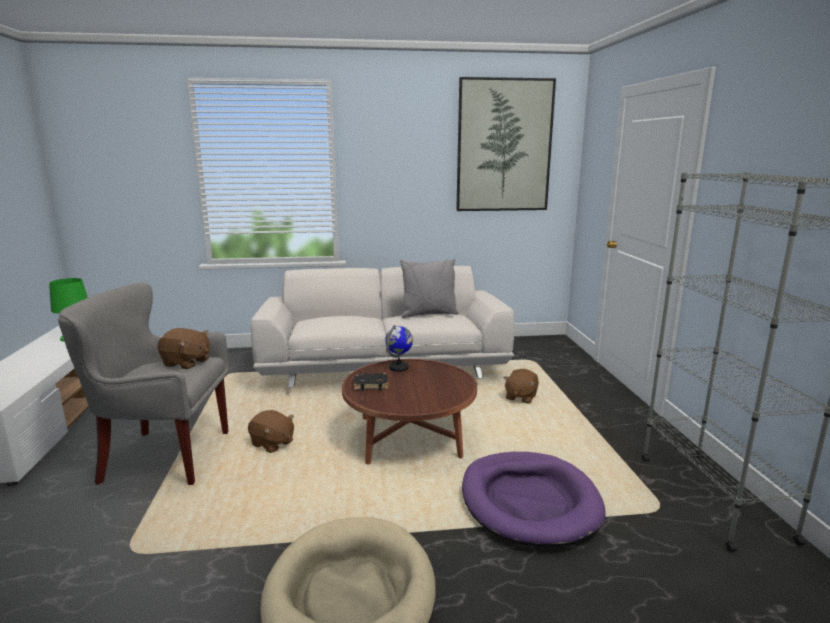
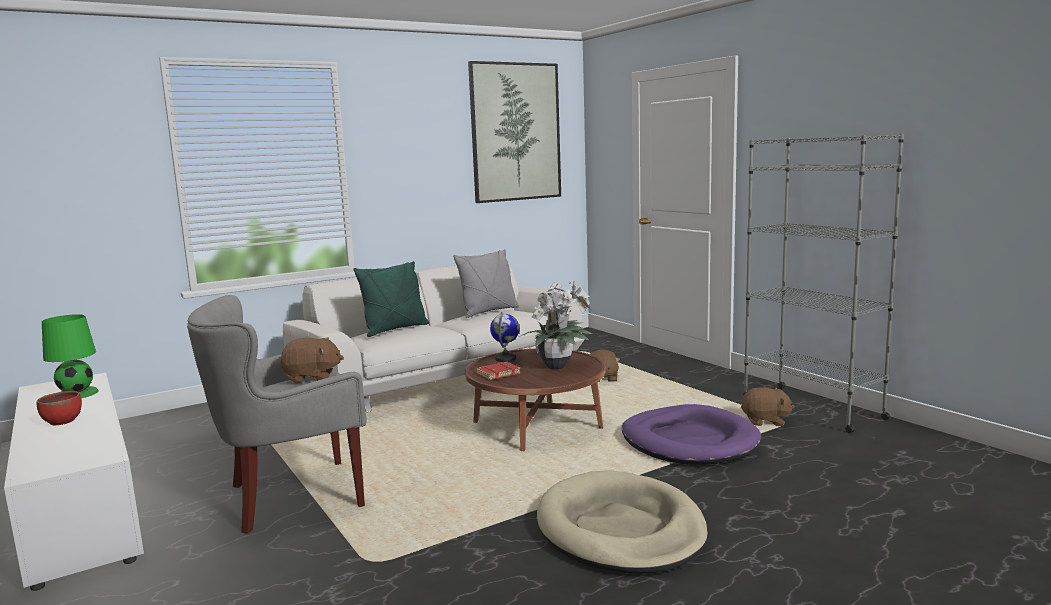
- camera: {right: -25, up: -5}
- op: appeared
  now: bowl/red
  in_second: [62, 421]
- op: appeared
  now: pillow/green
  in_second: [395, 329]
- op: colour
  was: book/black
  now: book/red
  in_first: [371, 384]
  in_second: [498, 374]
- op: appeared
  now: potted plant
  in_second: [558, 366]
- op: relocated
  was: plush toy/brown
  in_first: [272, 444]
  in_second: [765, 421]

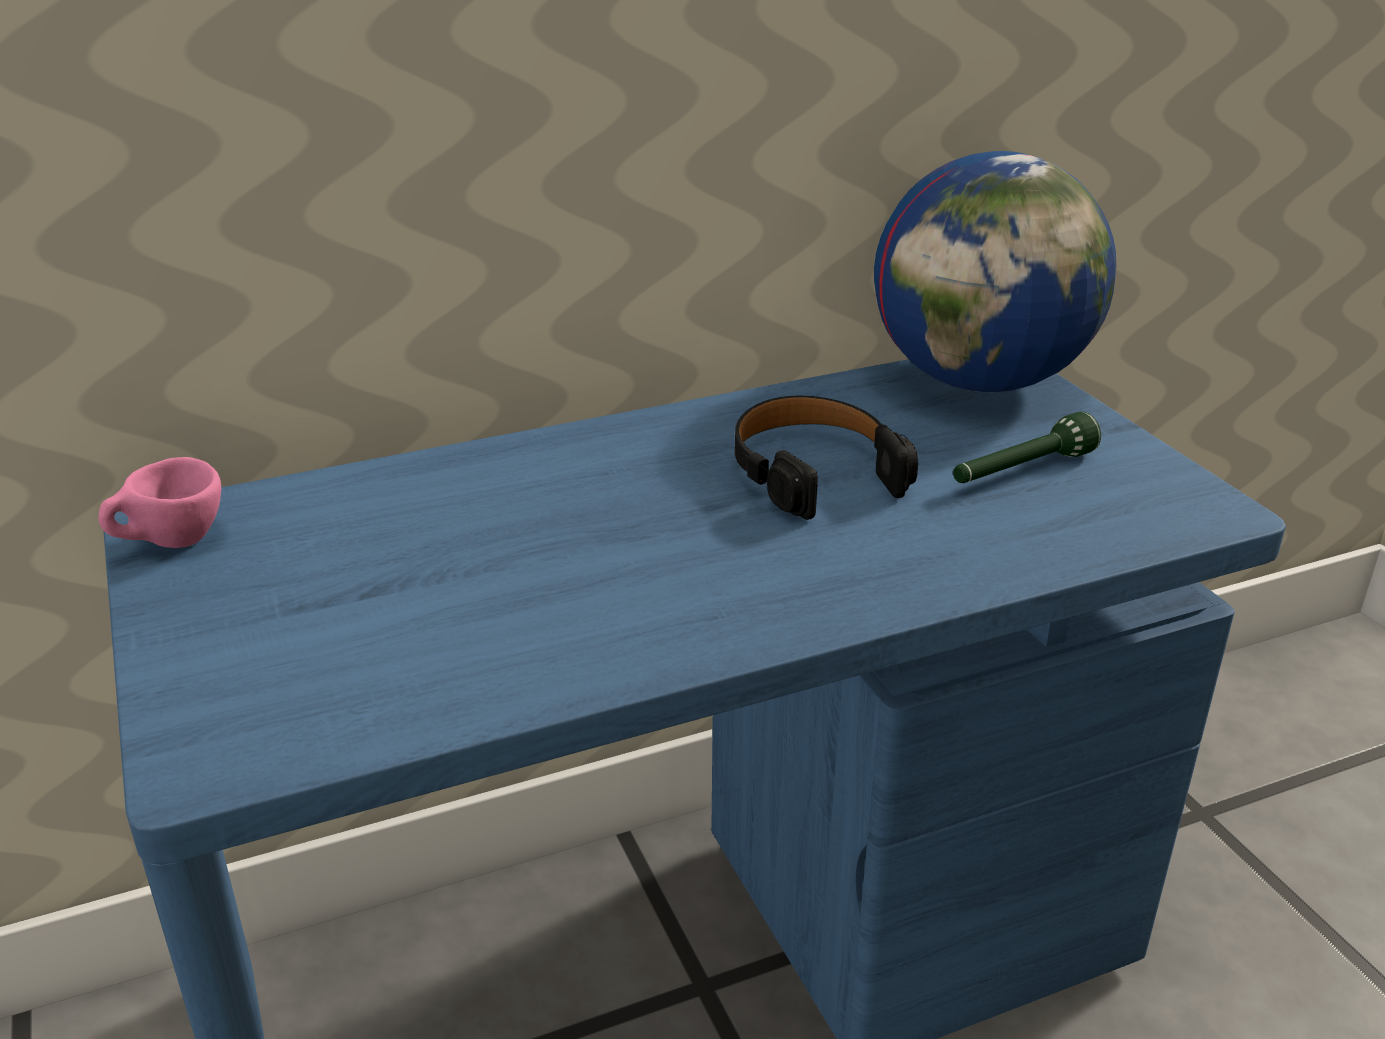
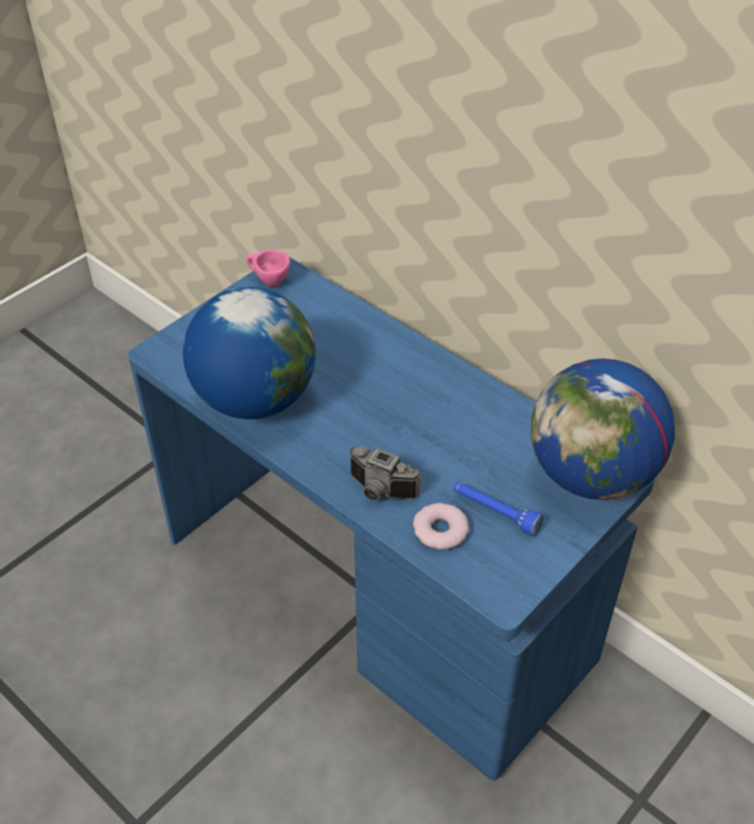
- camera: {right: 65, up: 15}
- op: appeared
  now: globe
  in_second: [255, 399]
- op: appeared
  now: photo camera
  in_second: [379, 491]
- op: appeared
  now: donut
  in_second: [440, 530]
- op: colour
  was: flashlight/green
  now: flashlight/blue
  in_first: [1021, 471]
  in_second: [494, 513]
- op: missing
  was: headphones/black
  in_first: [814, 472]

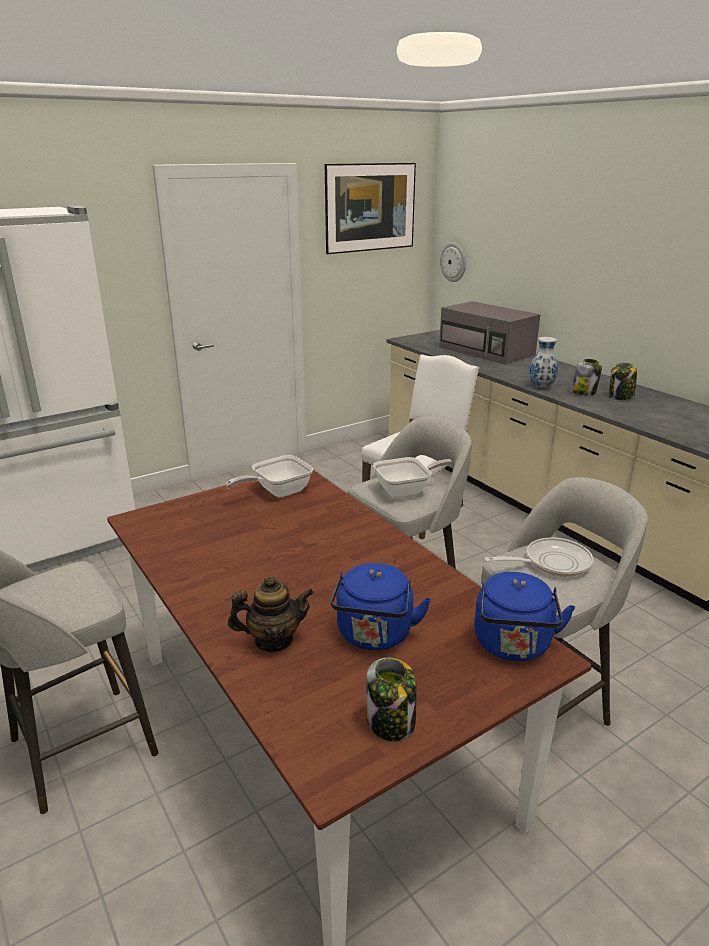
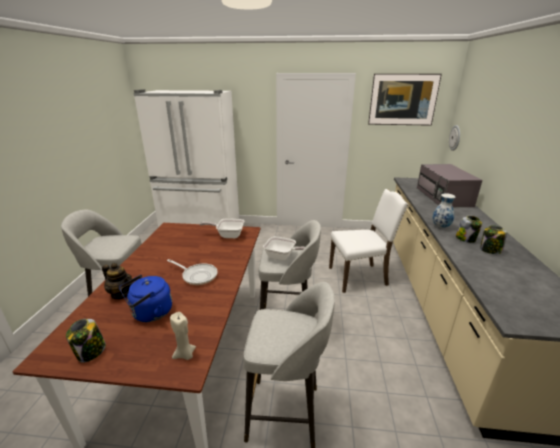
- camera: {right: 40, up: 0}
- op: relocated
  was: frying pan
  in_first: [551, 563]
  in_second: [197, 276]
- op: exchanged
  was: kettle/blue
  now: candle/beige
  in_first: [513, 646]
  in_second: [185, 355]

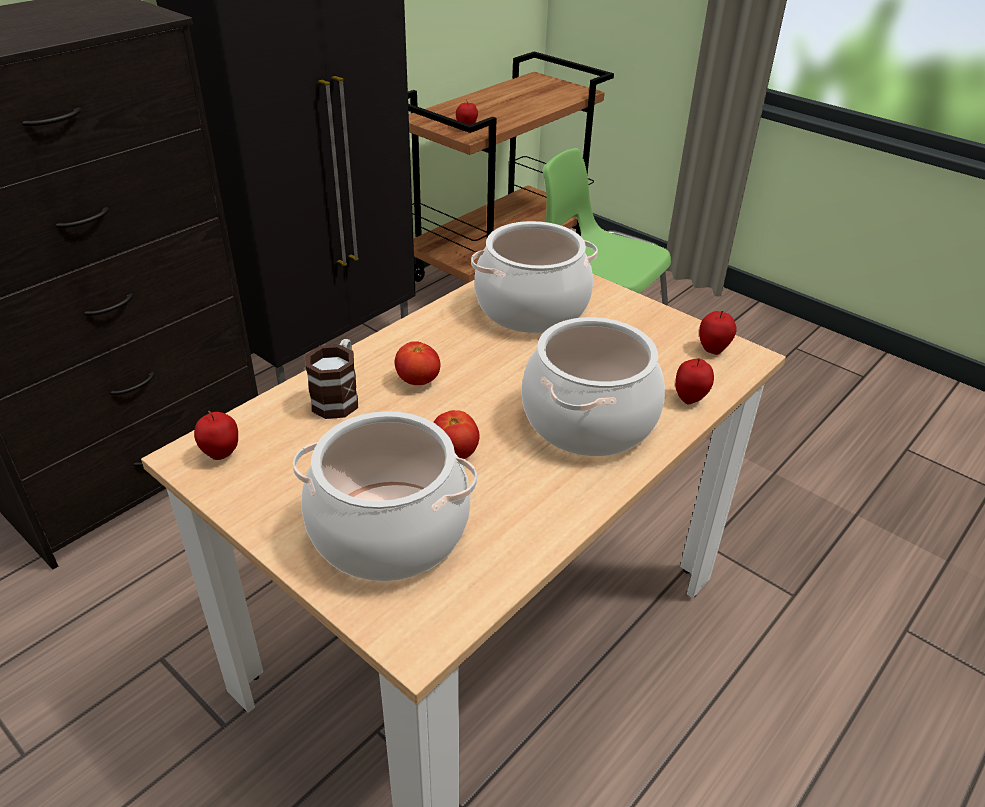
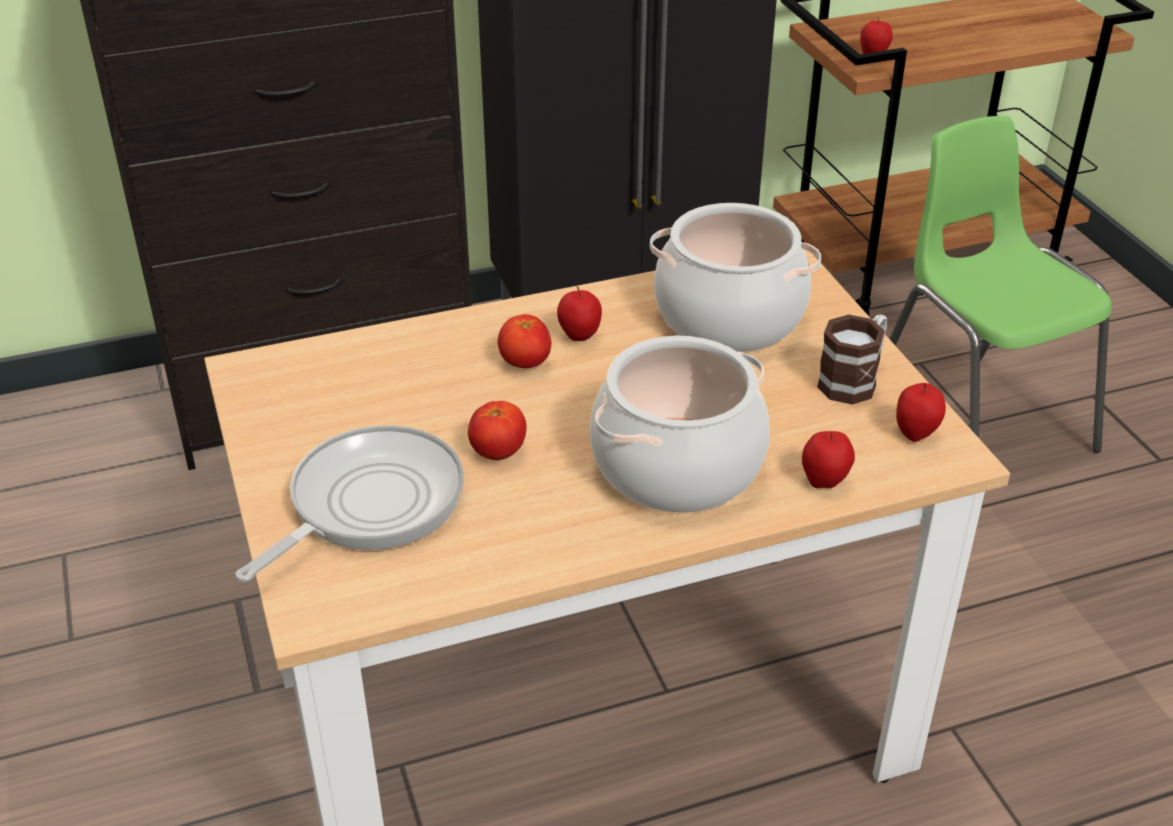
- camera: {right: 30, up: 0}
- op: exchanged
  was: cooking pot
  now: frying pan
  in_first: [388, 531]
  in_second: [369, 504]
- op: relocated
  was: apple
  in_first: [221, 455]
  in_second: [579, 337]
- op: relocated
  was: mug
  in_first: [339, 397]
  in_second: [854, 380]

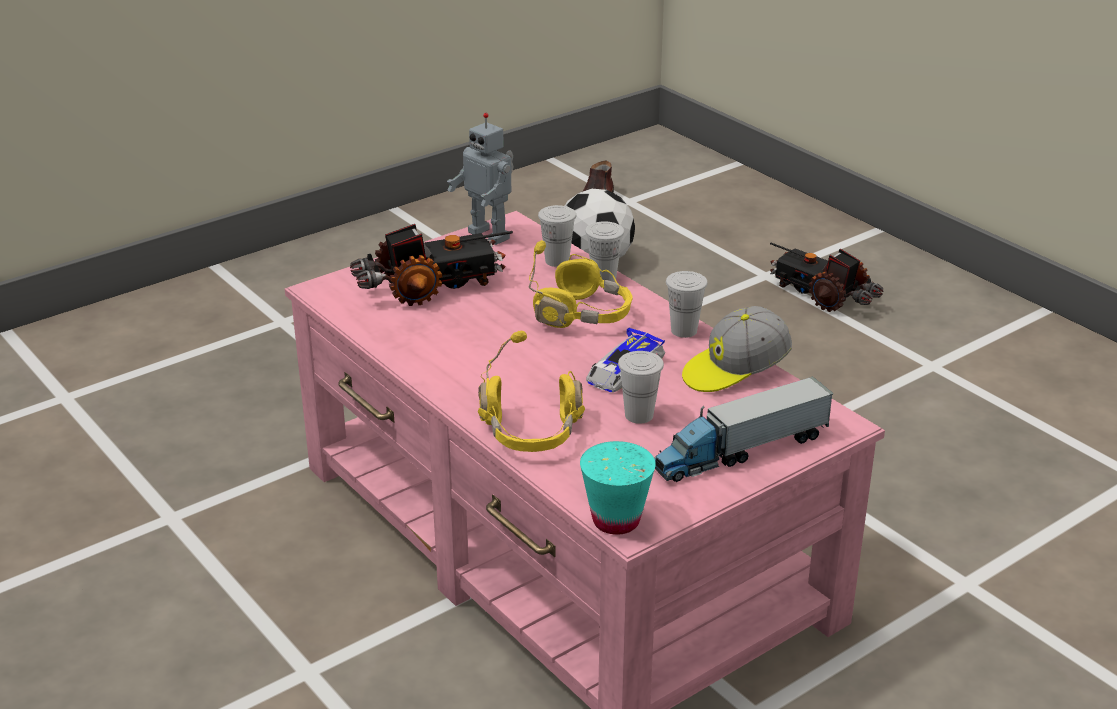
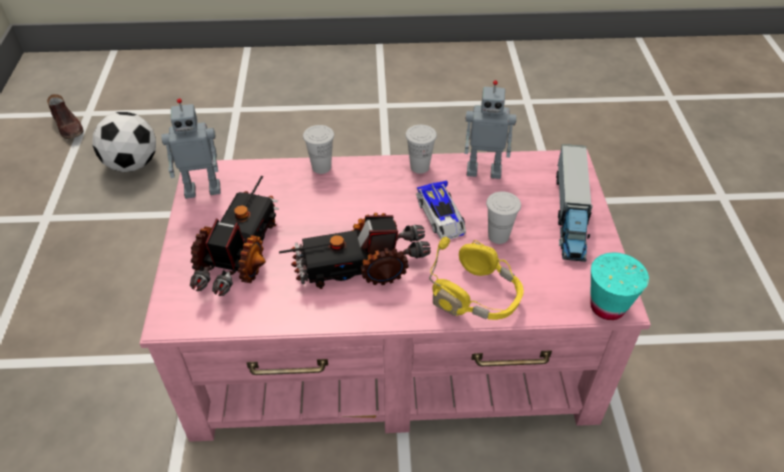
- camera: {right: -55, up: 15}
- op: relocated
  was: toy truck
  in_first: [822, 295]
  in_second: [359, 266]
- op: exchanged
  was: cap
  now: toy robot
  in_first: [735, 371]
  in_second: [484, 171]
- op: missing
  was: headphones/yellow
  in_first: [583, 315]
- op: missing
  was: cup/white
  in_first: [557, 261]

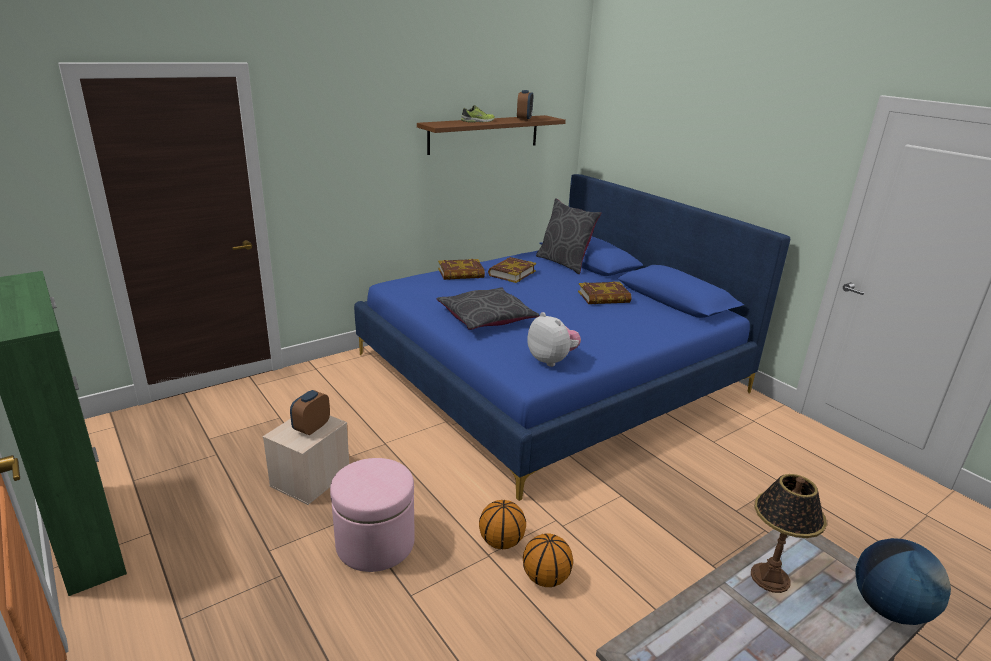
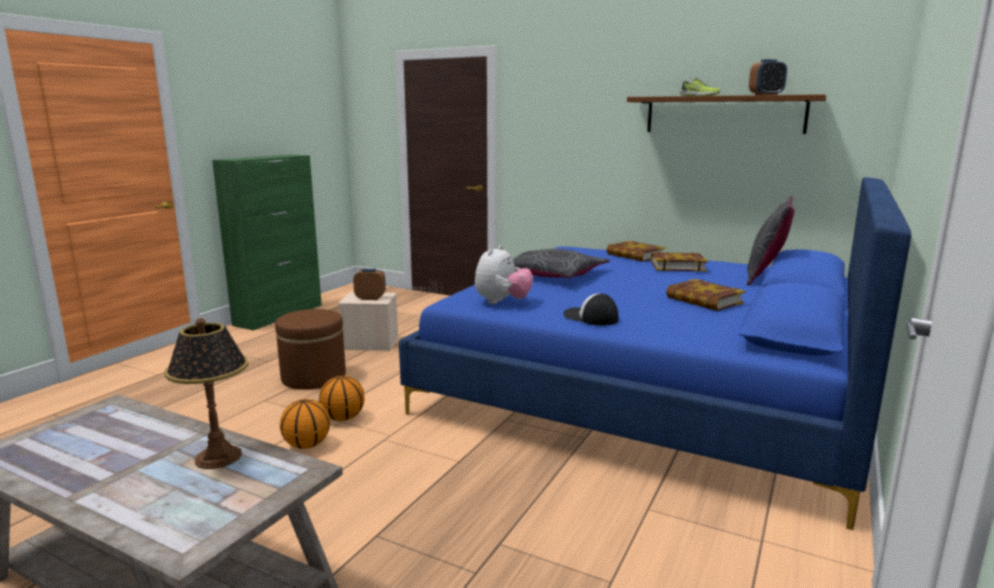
- camera: {right: 65, up: -10}
- op: colour
  was: ottoman/pink
  now: ottoman/brown
  in_first: [375, 543]
  in_second: [313, 377]
- op: appeared
  now: cap
  in_second: [590, 317]
- op: missing
  was: globe
  in_first: [889, 609]

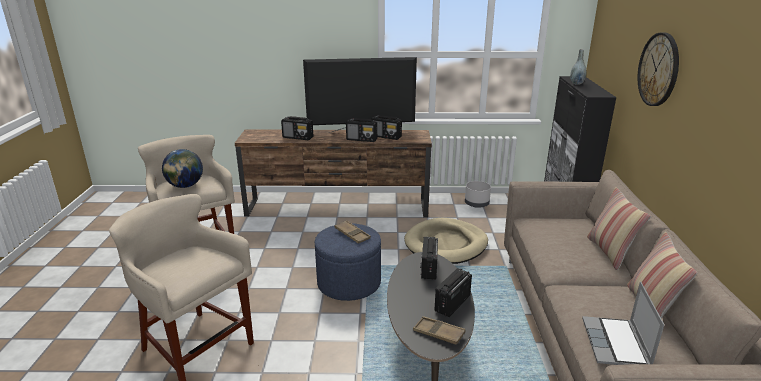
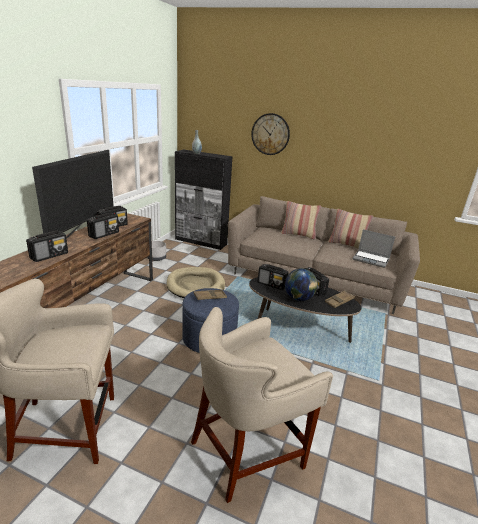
- camera: {right: -70, up: 0}
- op: relocated
  was: globe
  in_first: [185, 186]
  in_second: [298, 298]

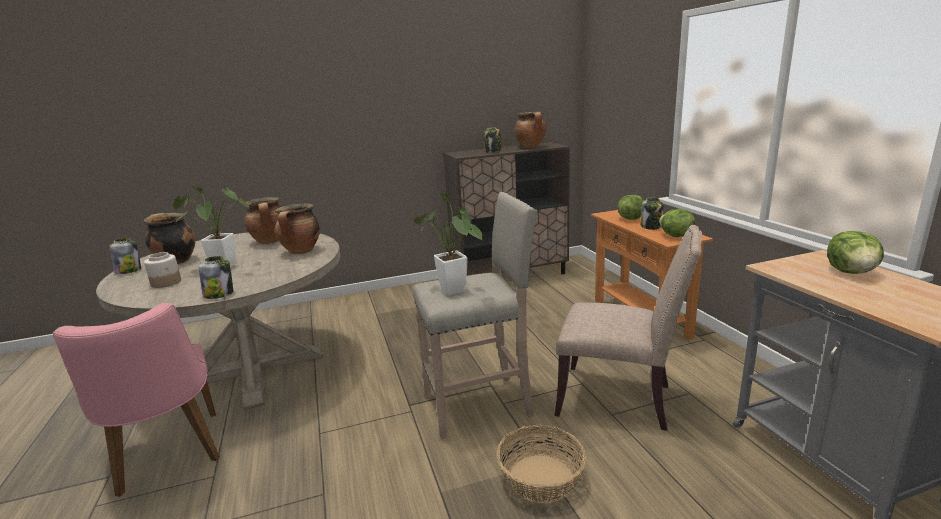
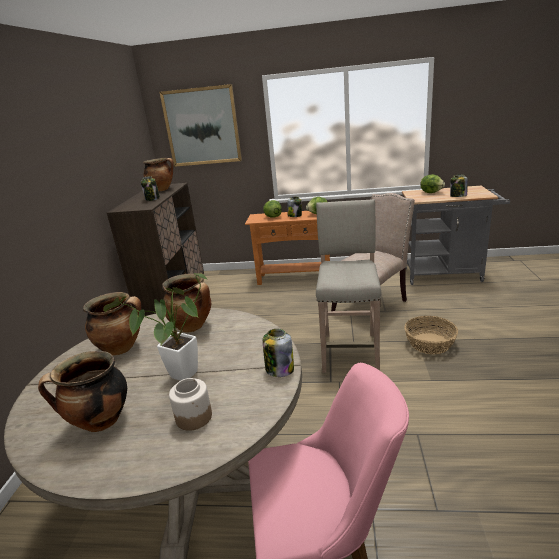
- camera: {right: -65, up: 5}
- op: appeared
  now: picture
  in_second: [202, 126]
- op: relocated
  was: jar
  in_first: [129, 271]
  in_second: [458, 196]
- op: missing
  was: potted plant
  in_first: [455, 293]

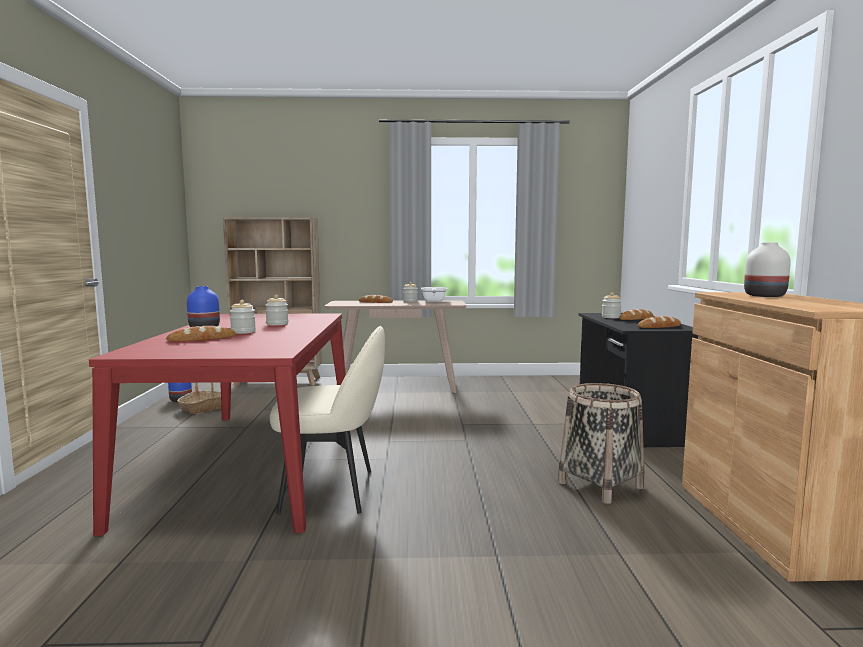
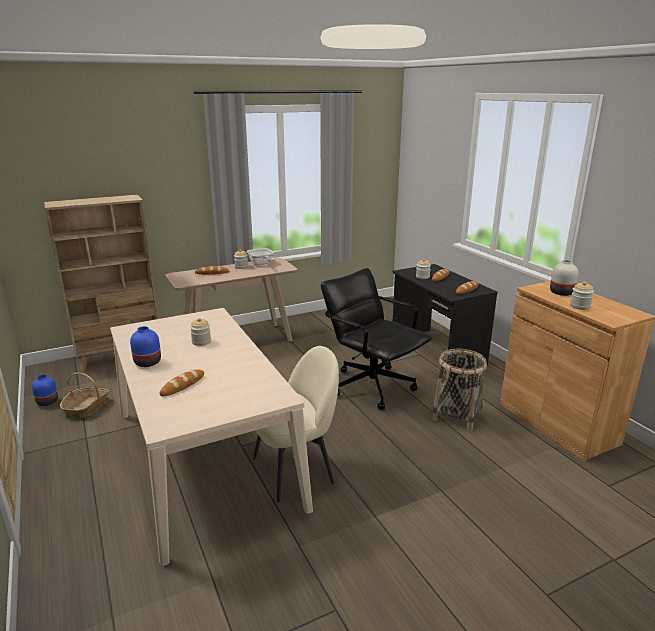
- camera: {right: -25, up: 15}
- op: colour
  was: dining table/red
  now: dining table/beige
  in_first: [254, 461]
  in_second: [205, 457]
- op: appeared
  now: office chair/black
  in_second: [372, 386]
- op: relocated
  was: jar
  in_first: [243, 332]
  in_second: [579, 306]

